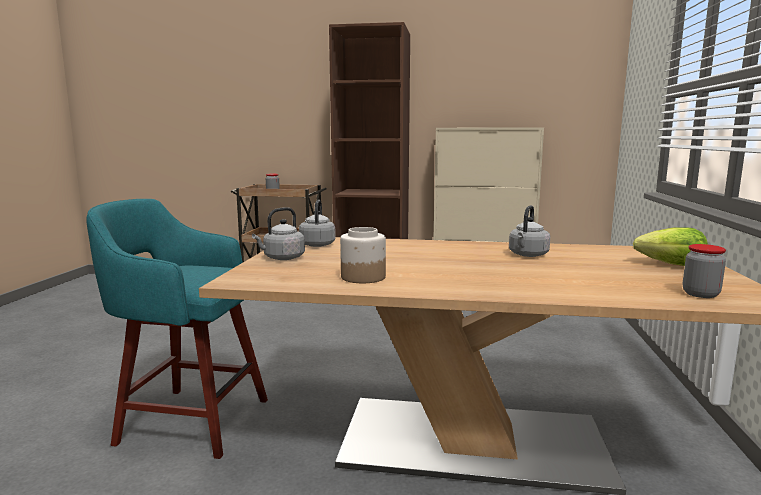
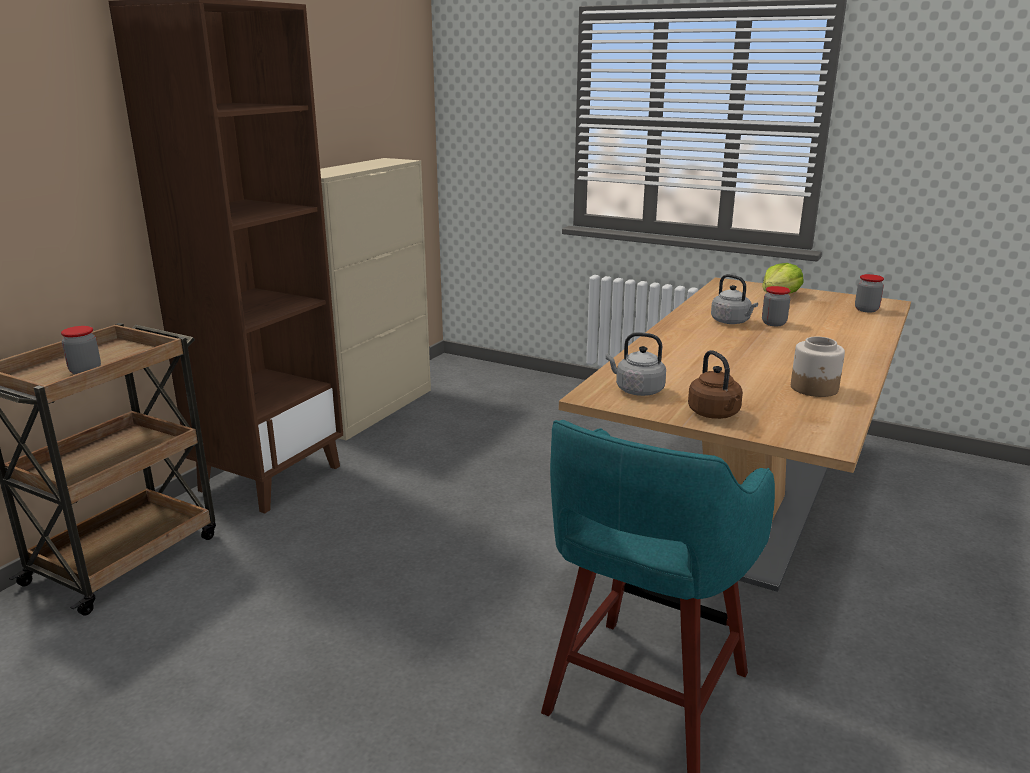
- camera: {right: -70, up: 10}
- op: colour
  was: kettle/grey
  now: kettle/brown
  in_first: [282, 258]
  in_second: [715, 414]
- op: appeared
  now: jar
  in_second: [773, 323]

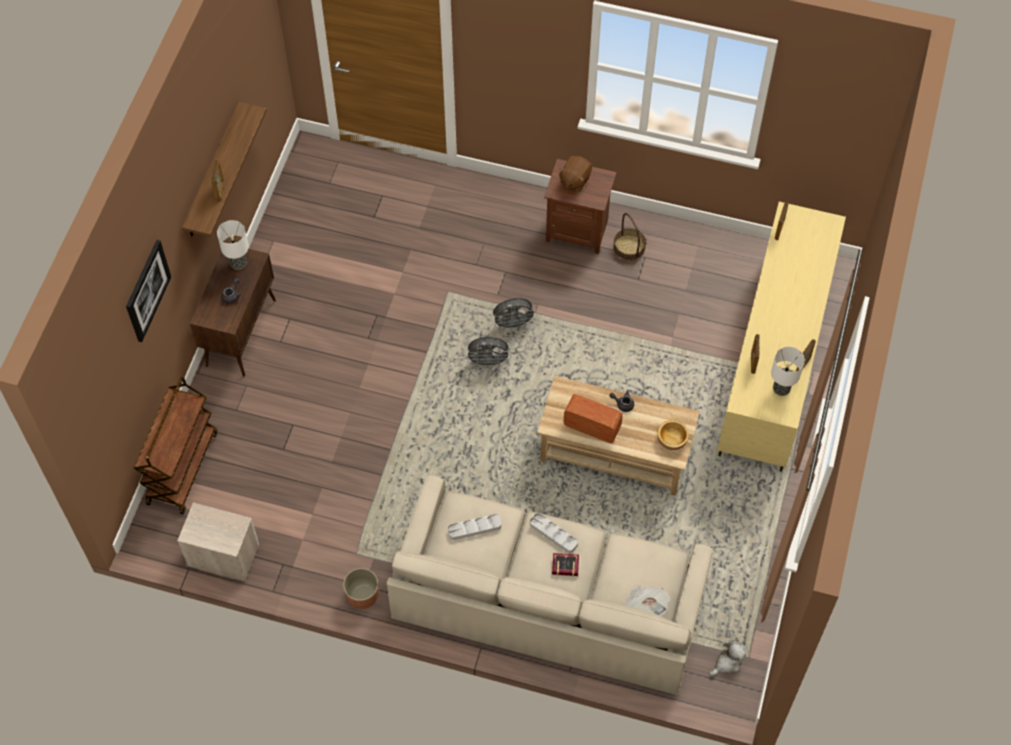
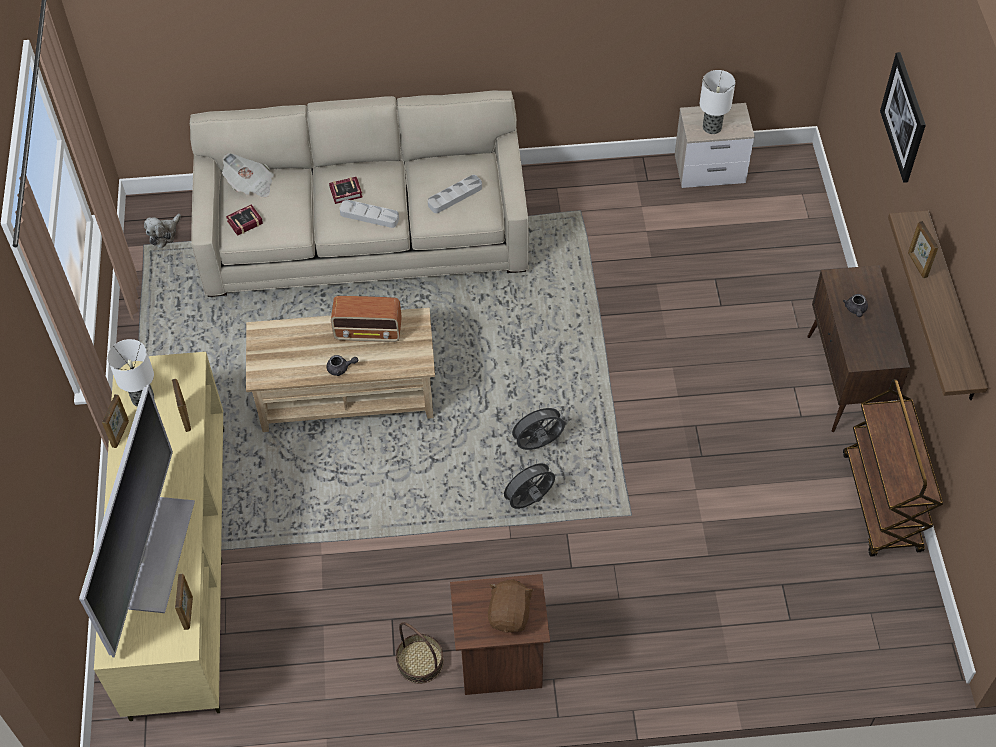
- camera: {right: 160, up: -5}
- op: appeared
  now: television
  in_second: [158, 554]
- op: appeared
  now: book
  in_second: [243, 222]
- op: relocated
  was: table lamp
  in_first: [238, 263]
  in_second: [712, 127]
- op: relocated
  was: cart/brown
  in_first: [182, 467]
  in_second: [882, 503]
- op: missing
  was: planter
  in_first: [362, 596]
- op: missing
  was: bowl
  in_first: [672, 440]

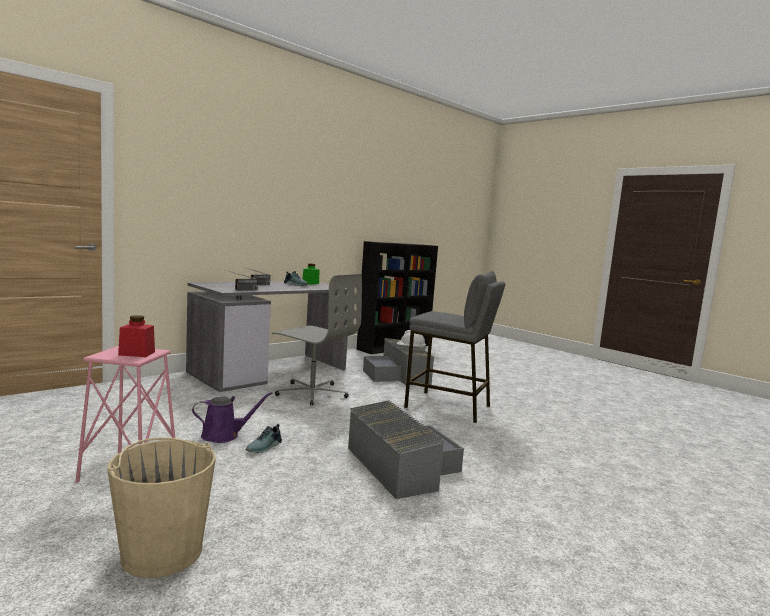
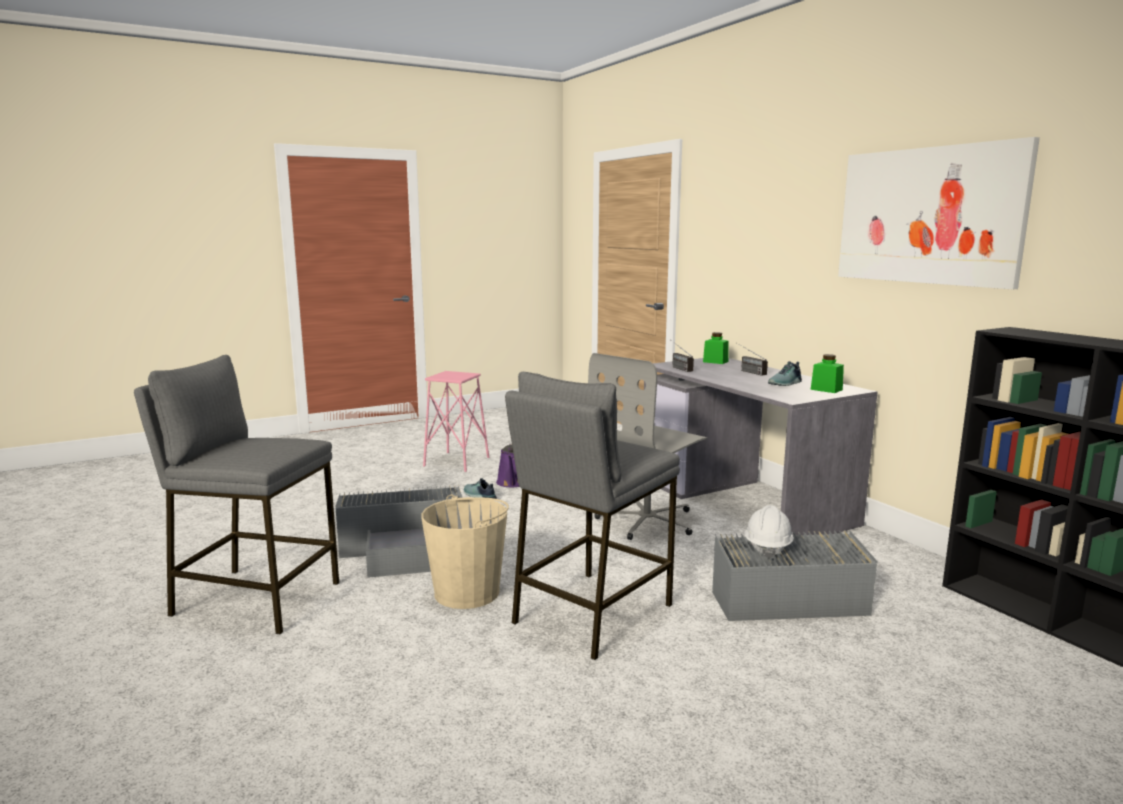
- camera: {right: 105, up: 5}
- op: appeared
  now: stool/grey
  in_second: [256, 598]
- op: relocated
  was: bucket/beige
  in_first: [162, 552]
  in_second: [467, 592]
- op: appeared
  now: jar/green
  in_second: [715, 361]
- op: appeared
  now: picture
  in_second: [928, 216]
- op: missing
  was: jar/red
  in_first: [137, 353]

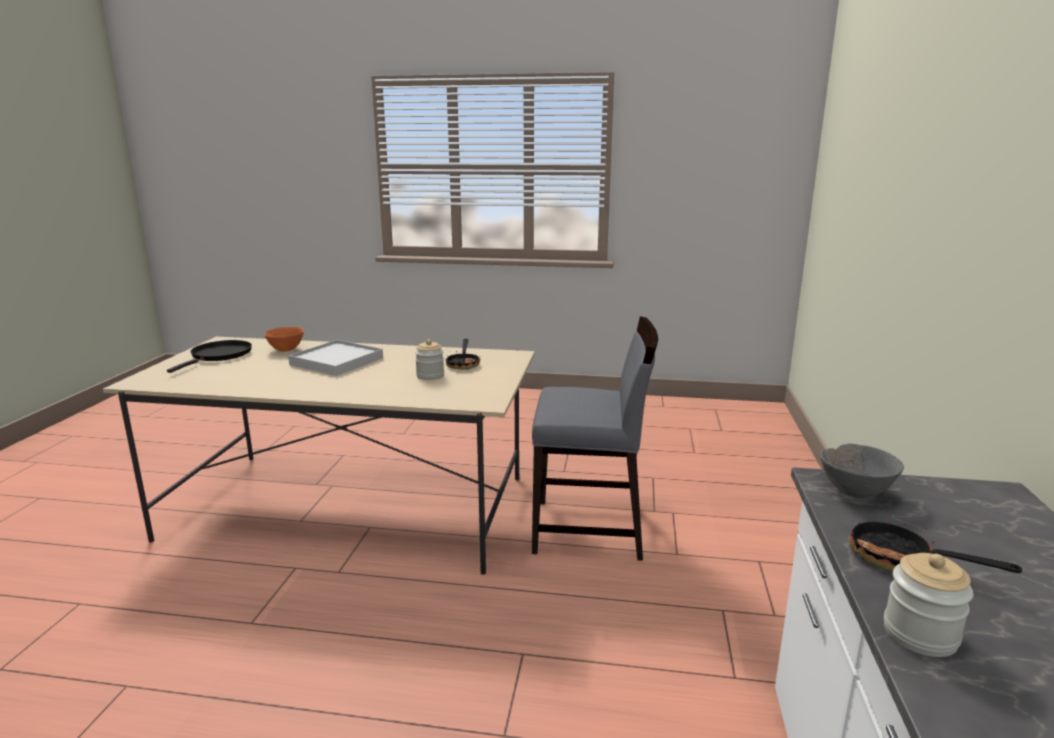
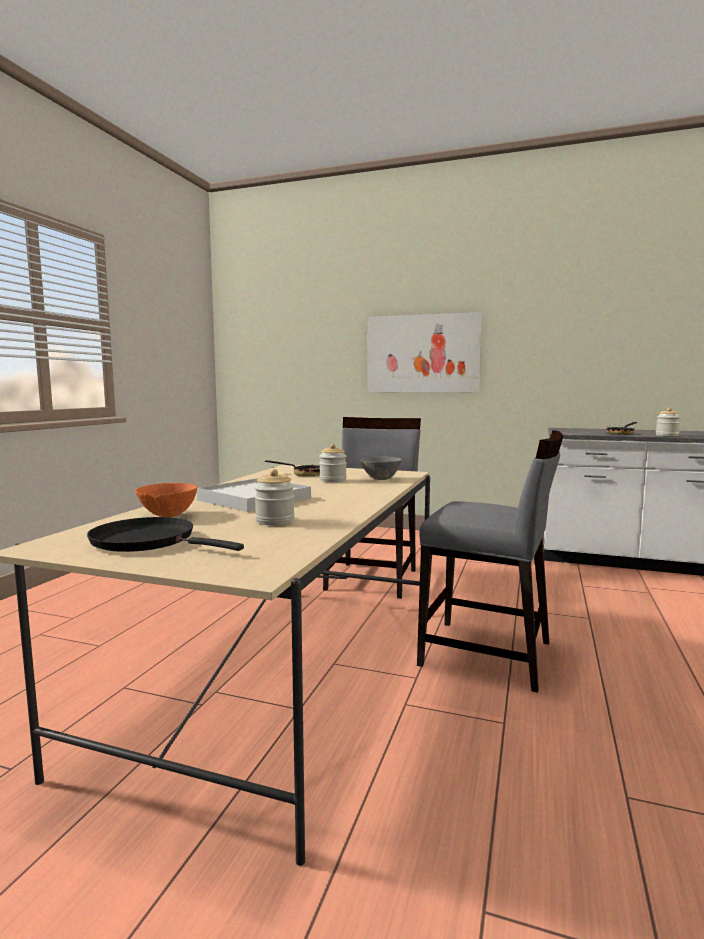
- camera: {right: -80, up: -10}
- op: appeared
  now: jar
  in_second: [275, 521]
- op: relocated
  was: bowl/grey
  in_first: [855, 492]
  in_second: [380, 479]
- op: appeared
  now: picture
  in_second: [422, 354]
- op: appeared
  now: chair/grey
  in_second: [487, 654]

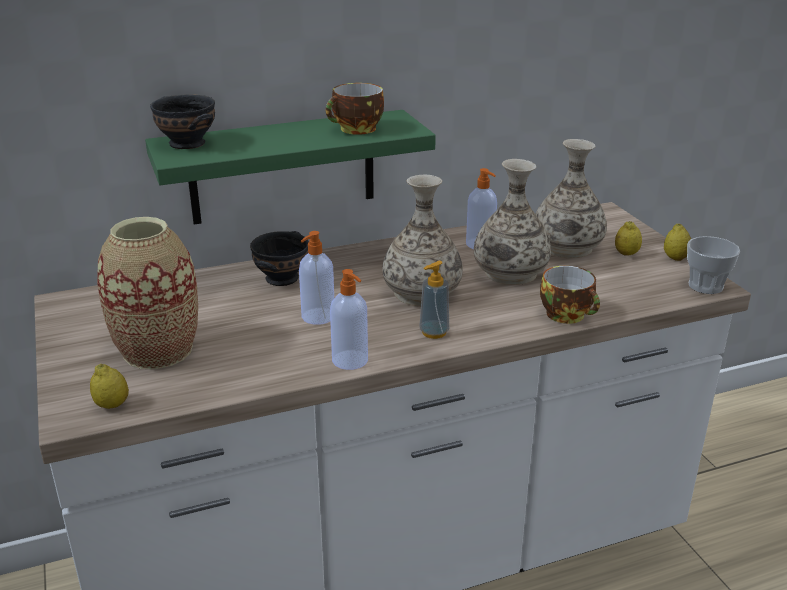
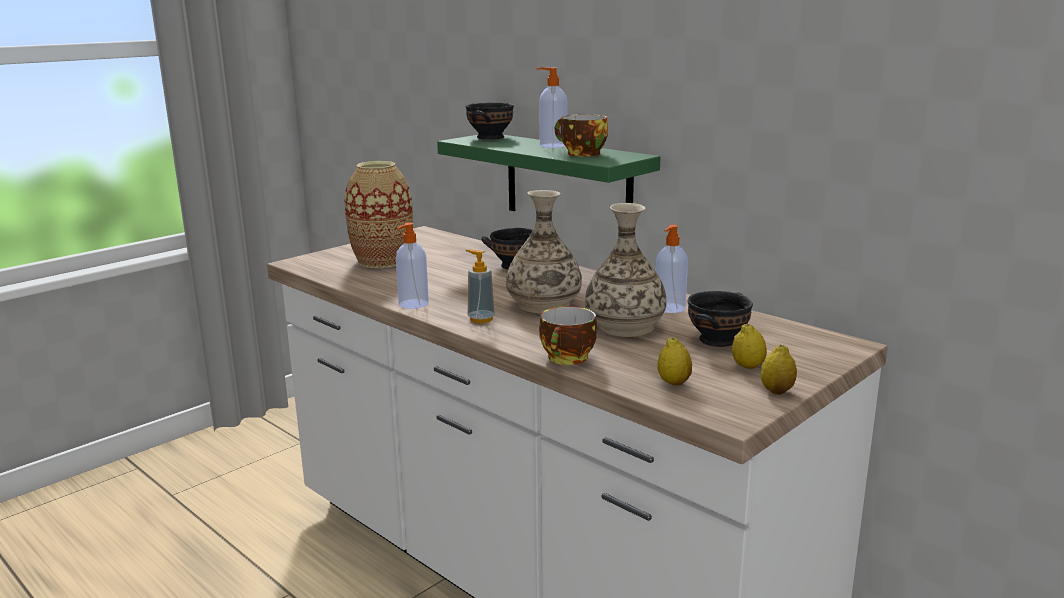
- camera: {right: 65, up: -10}
- op: relocated
  was: soap dispenser
  in_first: [317, 317]
  in_second: [552, 145]
- op: relocated
  was: lemon
  in_first: [112, 405]
  in_second: [674, 382]
- op: exchanged
  was: vase
  now: bowl/black
  in_first: [567, 247]
  in_second: [719, 340]
- op: missing
  was: cup
  in_first: [705, 286]

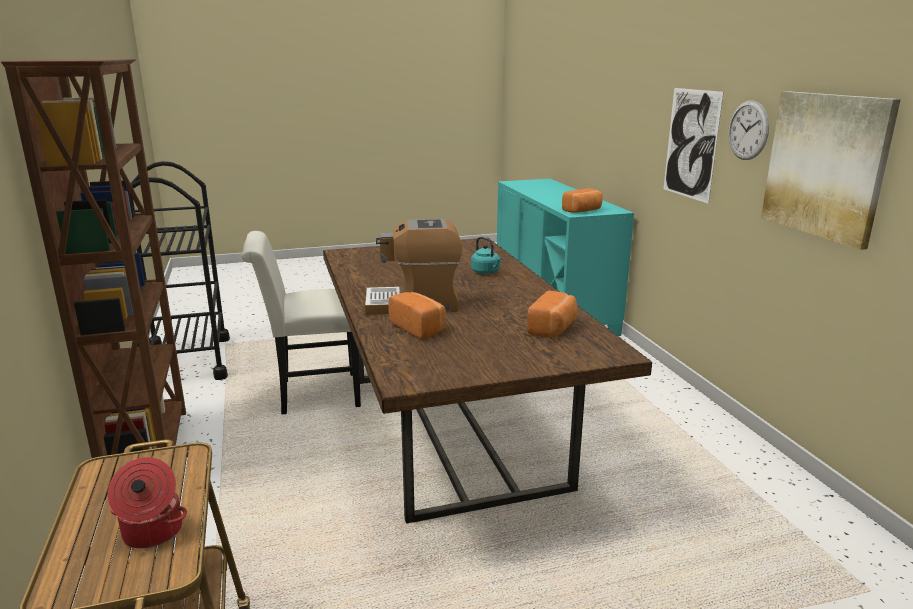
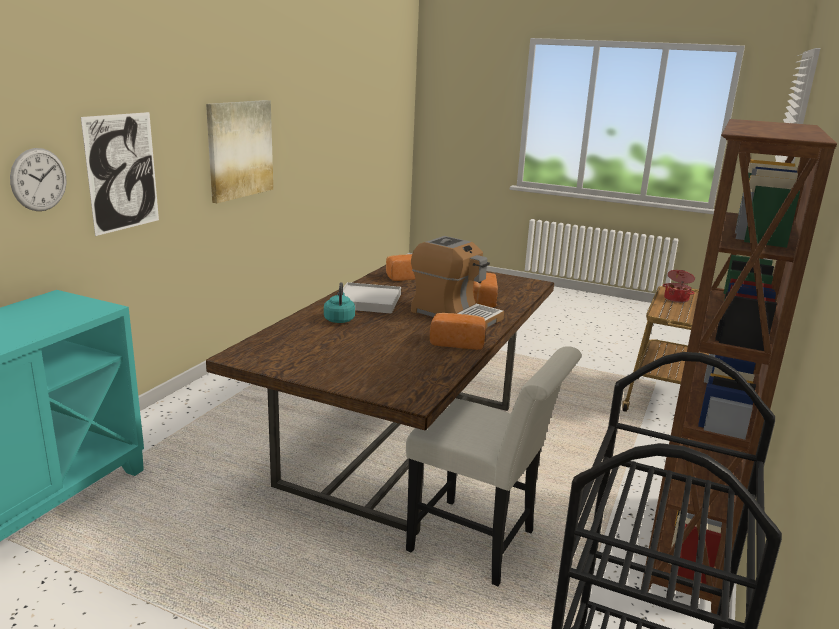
- camera: {right: -140, up: 0}
- op: relocated
  was: wall clock
  in_first: [748, 130]
  in_second: [39, 179]
- op: appeared
  now: tray/white
  in_second: [368, 301]
- op: relocated
  was: bread
  in_first: [583, 210]
  in_second: [457, 342]

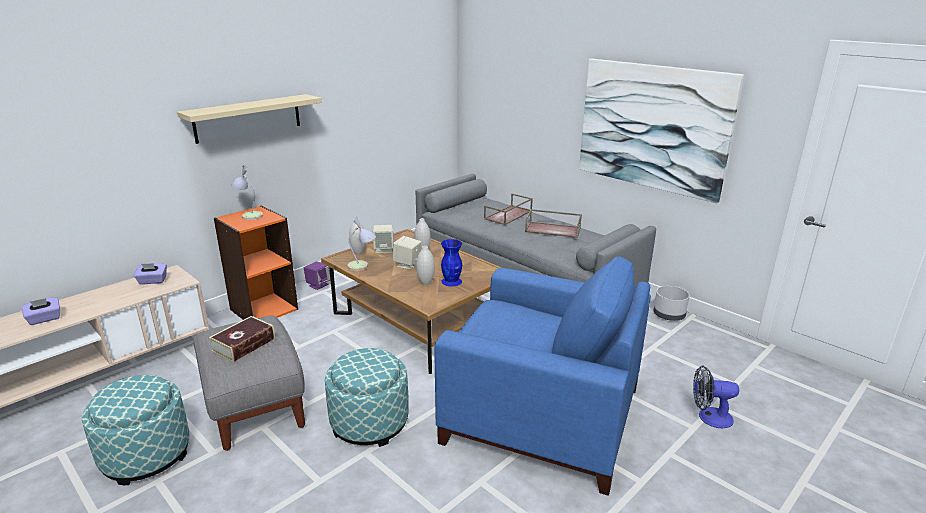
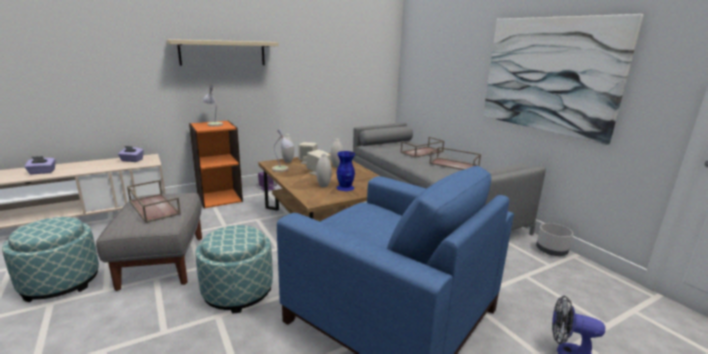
- camera: {right: 15, up: -5}
- op: exchanged
  was: book
  now: tray/brown
  in_first: [244, 345]
  in_second: [153, 207]

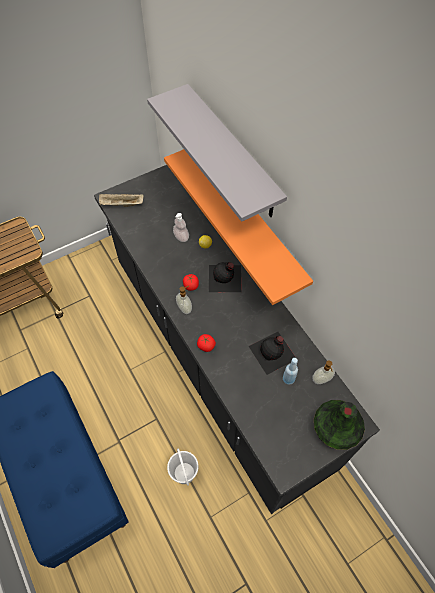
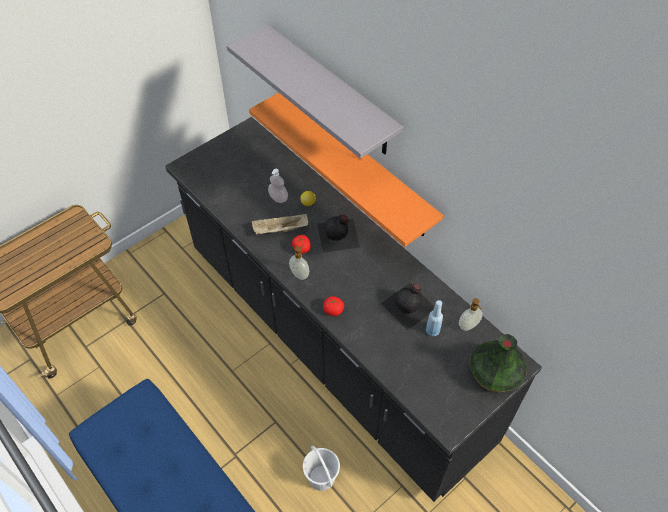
- camera: {right: -10, up: -5}
- op: relocated
  was: tray/beige
  in_first: [121, 205]
  in_second: [280, 230]

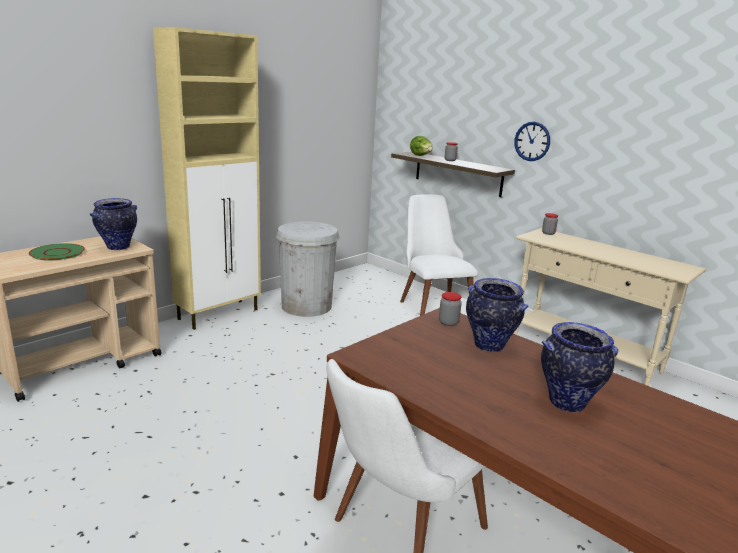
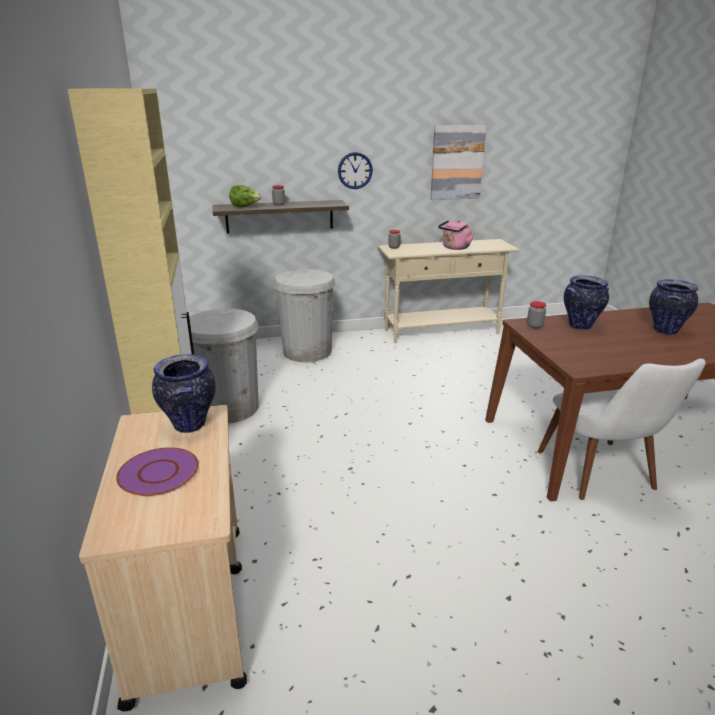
- camera: {right: -55, up: 5}
- op: colour
  was: plate/green
  now: plate/purple
  in_first: [57, 253]
  in_second: [158, 473]
- op: exchanged
  was: chair/white
  now: trash can/white
  in_first: [431, 306]
  in_second: [307, 351]
- op: appeared
  now: picture
  in_second: [457, 162]
- op: appeared
  now: kettle/pink
  in_second: [455, 248]

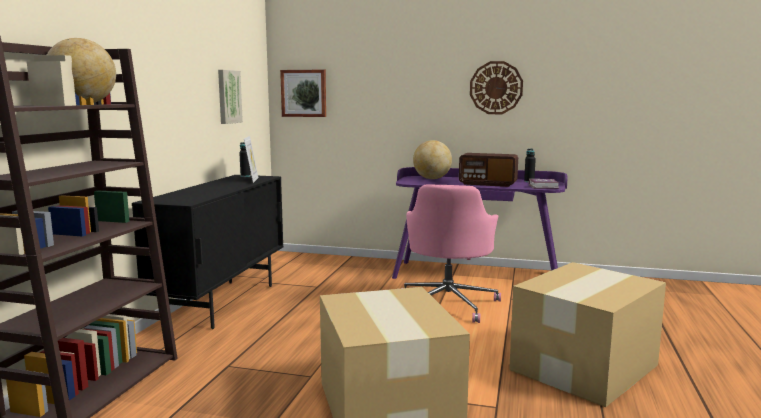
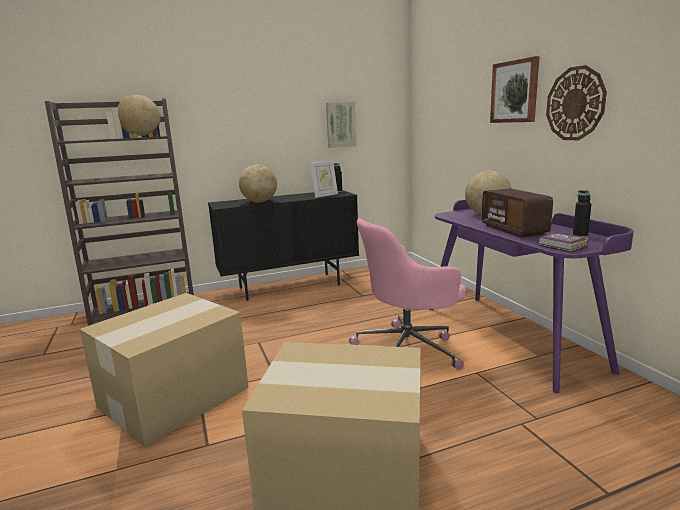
- camera: {right: 55, up: 5}
- op: appeared
  now: globe
  in_second: [260, 202]
- op: relocated
  was: picture
  in_first: [304, 93]
  in_second: [515, 91]

